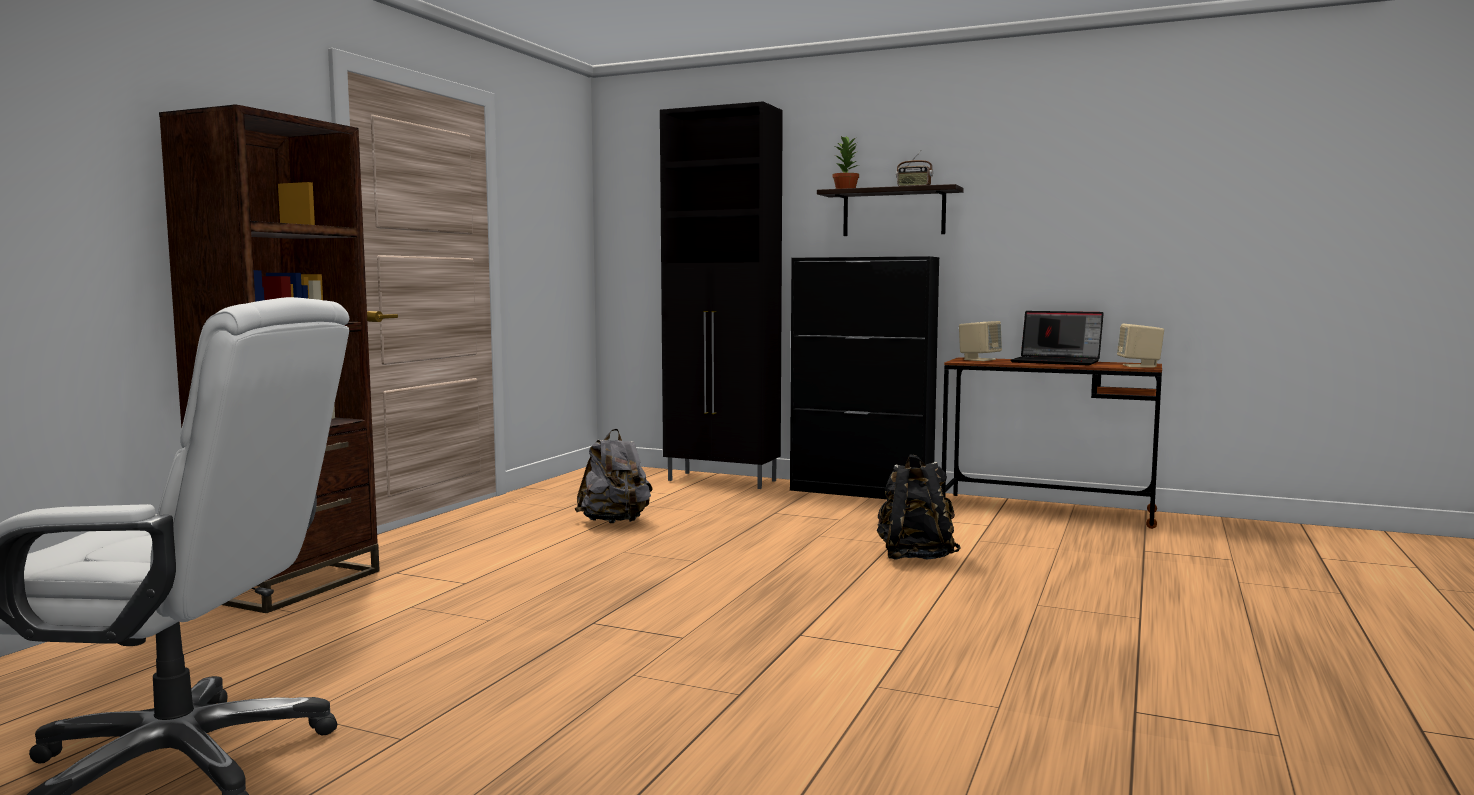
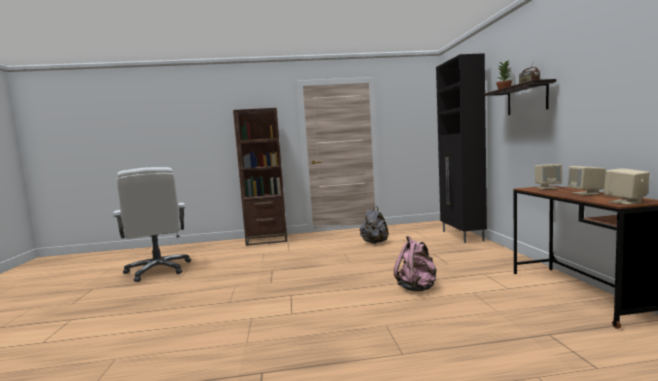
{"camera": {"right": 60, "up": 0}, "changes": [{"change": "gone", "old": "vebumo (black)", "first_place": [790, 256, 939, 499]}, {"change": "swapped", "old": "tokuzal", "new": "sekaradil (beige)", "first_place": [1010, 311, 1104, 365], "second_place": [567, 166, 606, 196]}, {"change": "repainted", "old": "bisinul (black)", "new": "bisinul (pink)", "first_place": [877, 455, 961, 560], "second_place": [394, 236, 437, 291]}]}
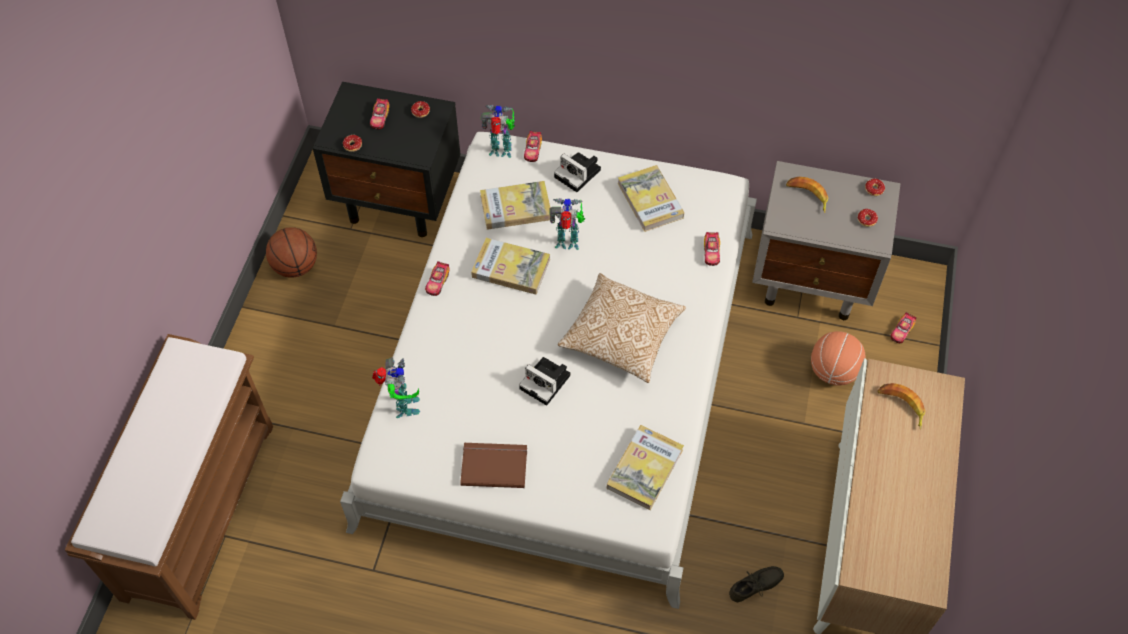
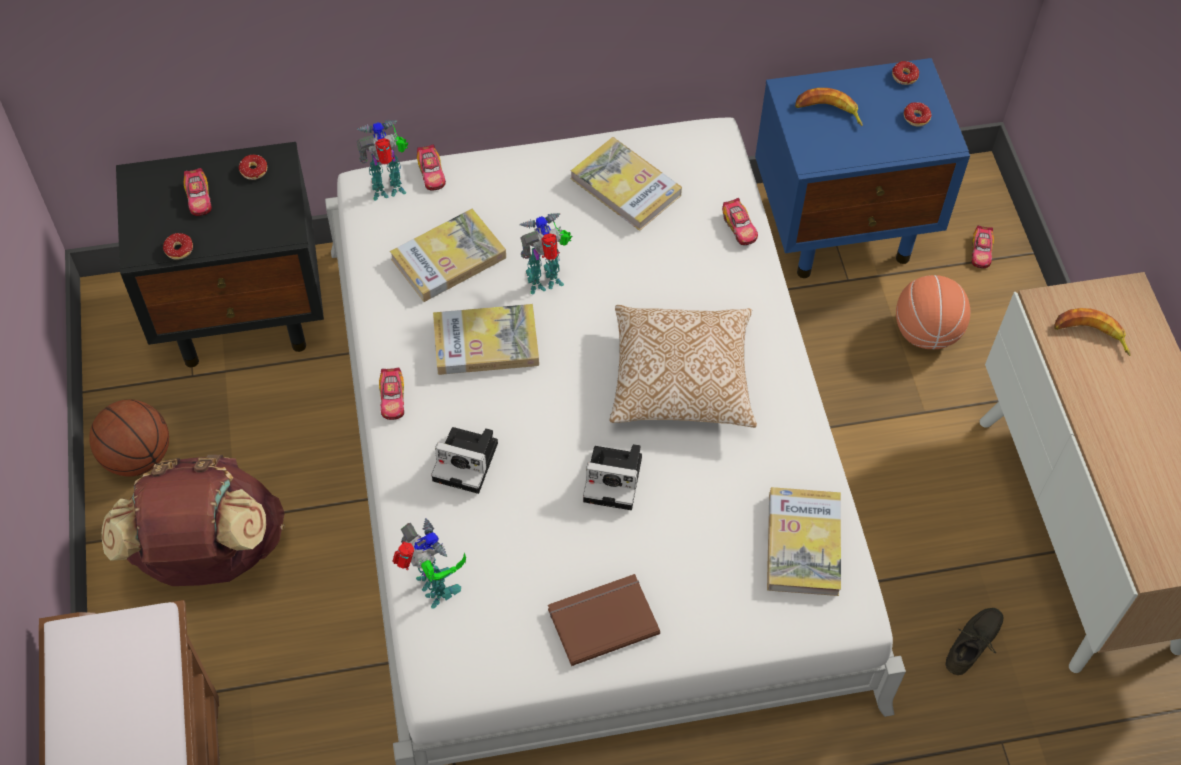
{"camera": {"right": -25, "up": 0}, "changes": [{"change": "new", "new": "bisinul (brown)", "second_place": [102, 455, 285, 586]}, {"change": "shifted", "old": "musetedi", "first_place": [554, 152, 601, 192], "second_place": [431, 427, 498, 494]}, {"change": "repainted", "old": "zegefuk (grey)", "new": "zegefuk (blue)", "first_place": [752, 161, 901, 320], "second_place": [755, 58, 970, 278]}]}
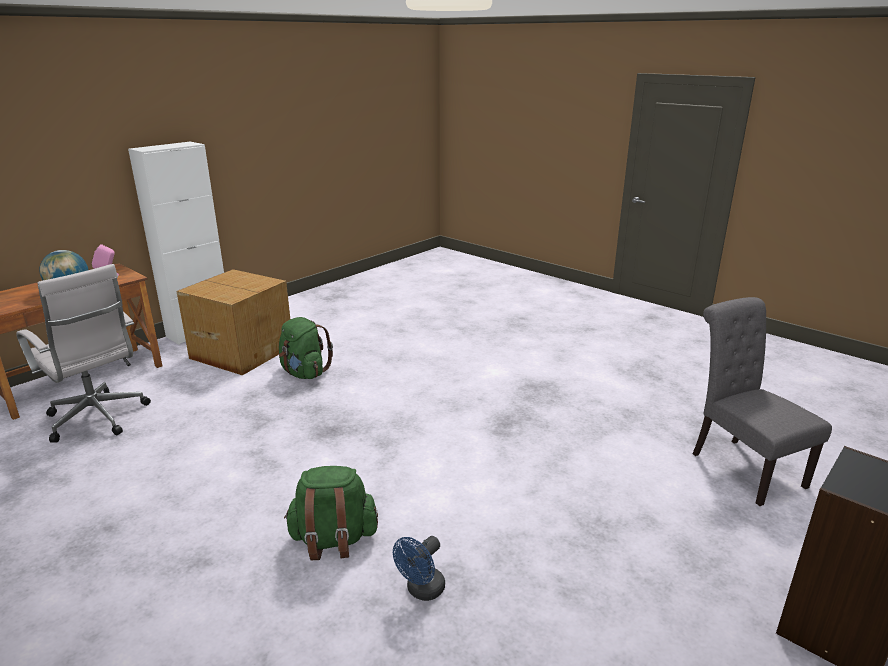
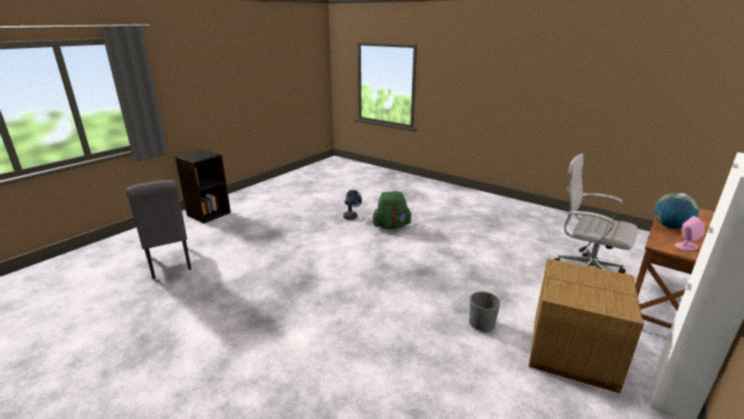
{"camera": {"right": 175, "up": 0}, "changes": [{"change": "swapped", "old": "bisinul (green)", "new": "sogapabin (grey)", "first_place": [279, 317, 333, 379], "second_place": [469, 291, 500, 333]}]}
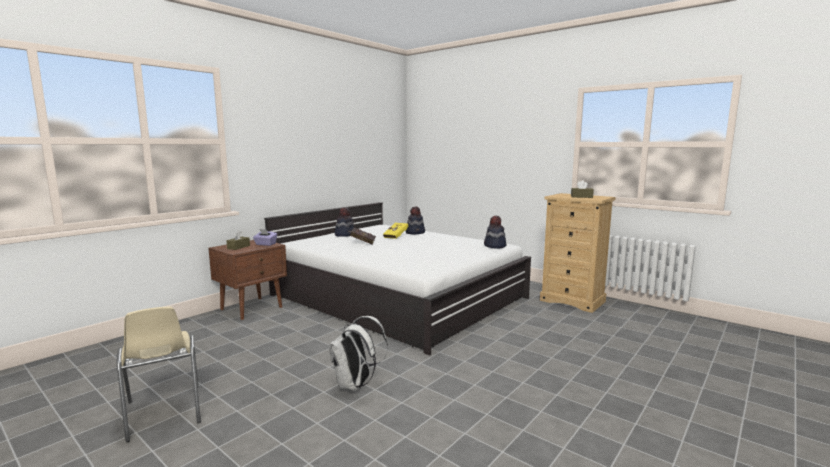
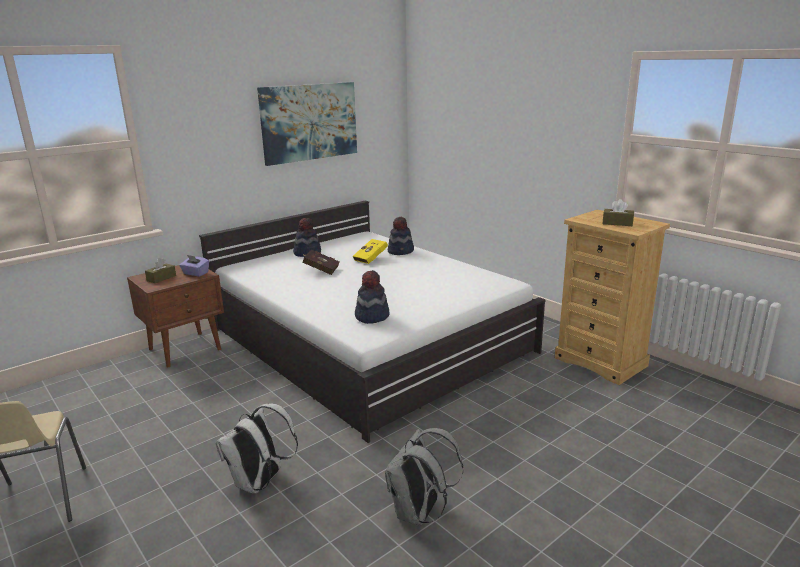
{"camera": {"right": 10, "up": 10}, "changes": [{"change": "new", "new": "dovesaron", "second_place": [257, 82, 357, 166]}, {"change": "new", "new": "bisinul (grey)", "second_place": [385, 428, 463, 526]}, {"change": "shifted", "old": "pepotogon", "first_place": [484, 216, 507, 249], "second_place": [355, 270, 390, 324]}]}
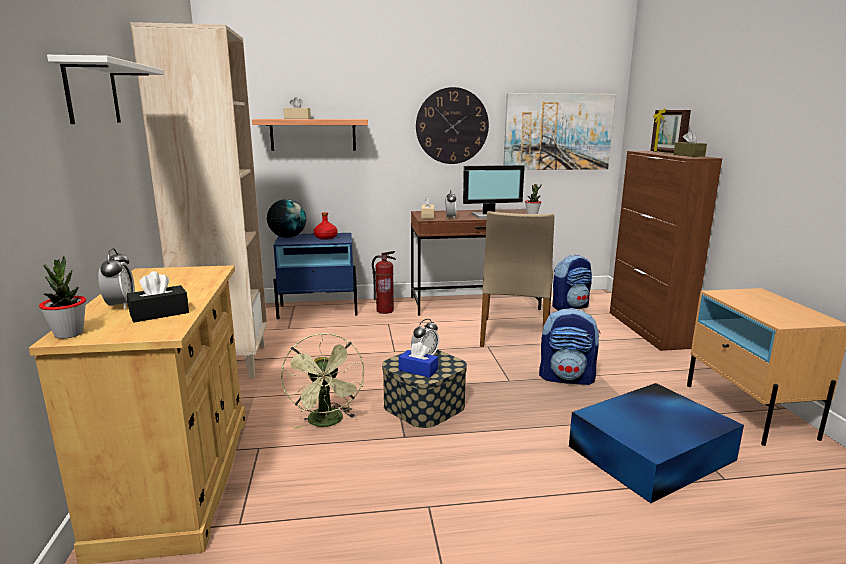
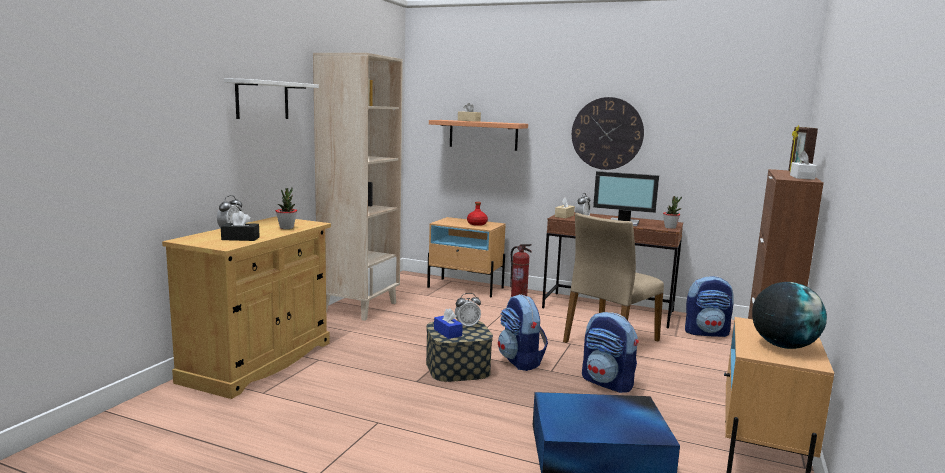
{"camera": {"right": 30, "up": -5}, "changes": [{"change": "gone", "old": "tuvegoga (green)", "first_place": [281, 333, 364, 429]}, {"change": "gone", "old": "dovesaron", "first_place": [504, 93, 616, 170]}, {"change": "new", "new": "bisinul", "second_place": [498, 294, 548, 371]}, {"change": "shifted", "old": "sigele", "first_place": [39, 256, 86, 339], "second_place": [276, 188, 297, 229]}, {"change": "shifted", "old": "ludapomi", "first_place": [267, 199, 306, 238], "second_place": [752, 282, 827, 349]}, {"change": "repainted", "old": "zegefuk (blue)", "new": "zegefuk (beige)", "first_place": [273, 233, 358, 319], "second_place": [427, 217, 506, 297]}, {"change": "repainted", "old": "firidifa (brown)", "new": "firidifa (white)", "first_place": [674, 131, 707, 157], "second_place": [790, 151, 817, 180]}]}
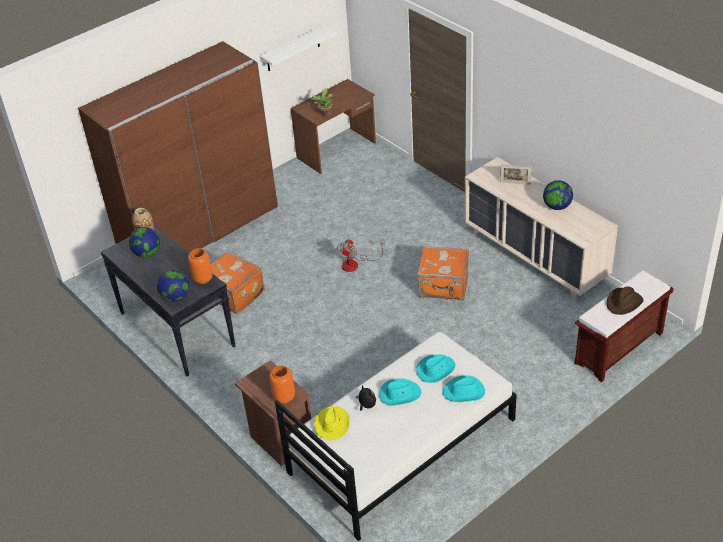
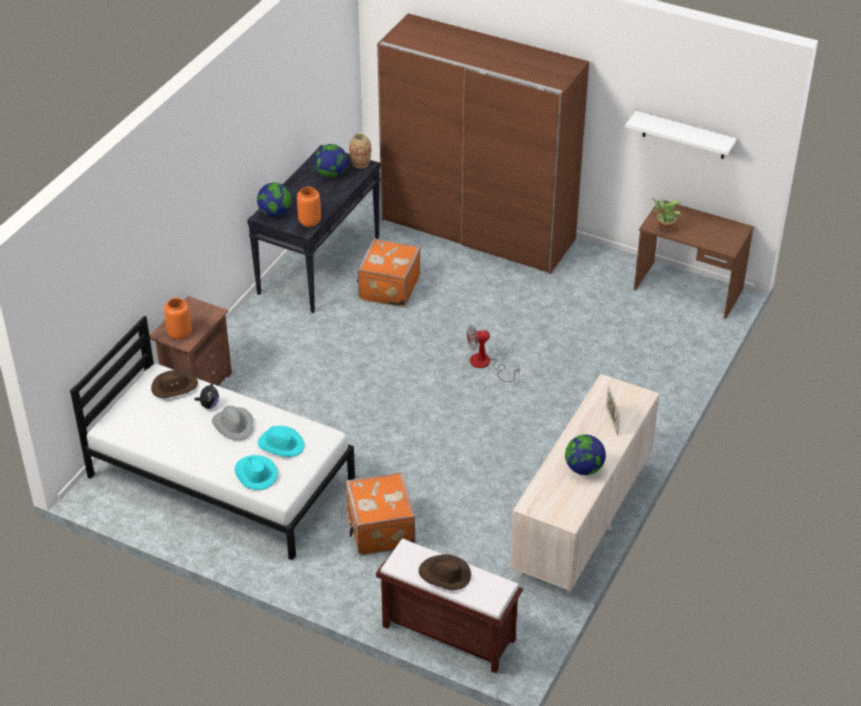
{"camera": {"right": 65, "up": 0}, "changes": [{"change": "shifted", "old": "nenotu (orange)", "first_place": [417, 246, 469, 300], "second_place": [345, 472, 416, 555]}, {"change": "repainted", "old": "pepotogon (yellow)", "new": "pepotogon (brown)", "first_place": [314, 406, 350, 441], "second_place": [151, 370, 198, 398]}, {"change": "repainted", "old": "pepotogon (turquoise)", "new": "pepotogon (grey)", "first_place": [379, 378, 421, 406], "second_place": [212, 406, 254, 440]}]}
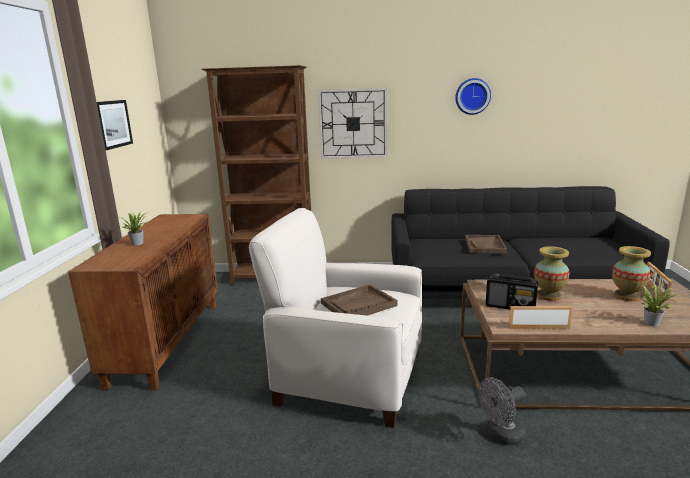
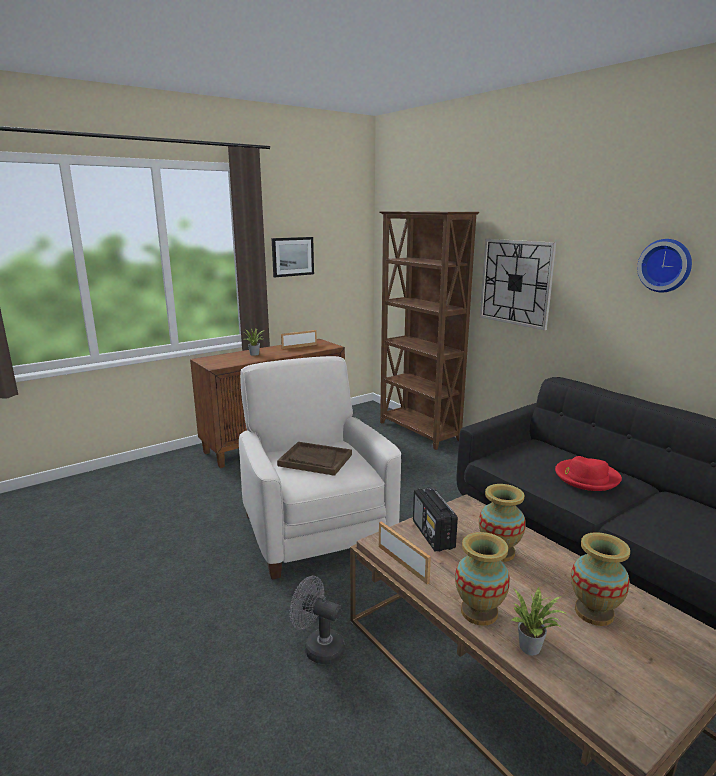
{"camera": {"right": 50, "up": 0}, "changes": [{"change": "new", "new": "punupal", "second_place": [455, 532, 510, 626]}, {"change": "shifted", "old": "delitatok", "first_place": [647, 262, 673, 301], "second_place": [281, 330, 317, 349]}, {"change": "swapped", "old": "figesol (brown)", "new": "pepotogon (red)", "first_place": [465, 235, 507, 253], "second_place": [555, 456, 622, 491]}]}
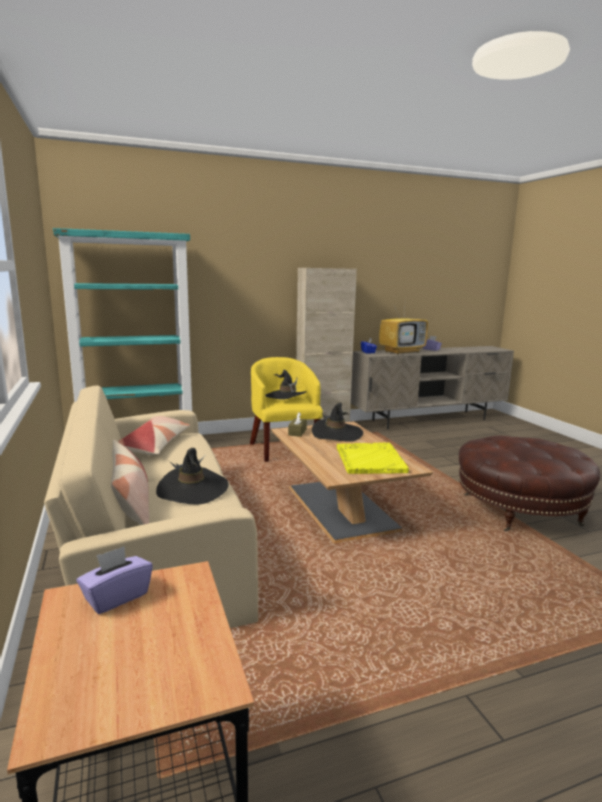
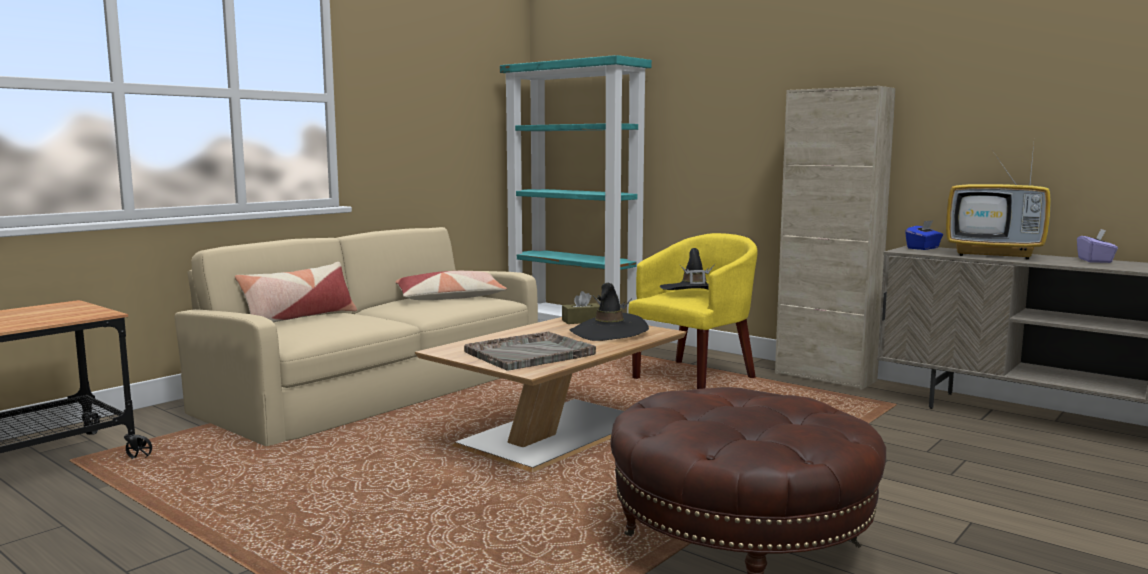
{"camera": {"right": 60, "up": -5}, "changes": [{"change": "gone", "old": "firidifa (purple)", "first_place": [76, 546, 153, 614]}, {"change": "gone", "old": "pepotogon (black)", "first_place": [156, 448, 229, 504]}, {"change": "repainted", "old": "figesol (yellow)", "new": "figesol (grey)", "first_place": [337, 442, 409, 474], "second_place": [464, 331, 596, 371]}]}
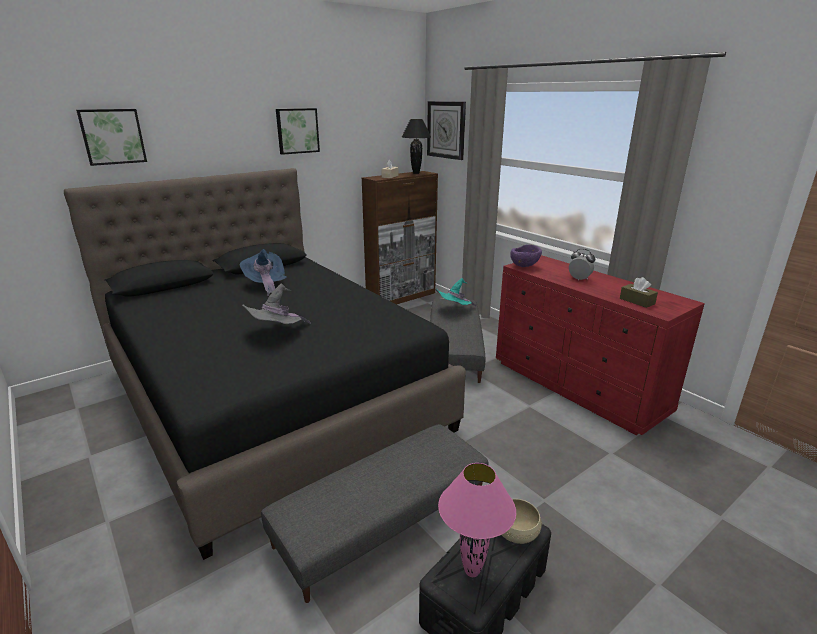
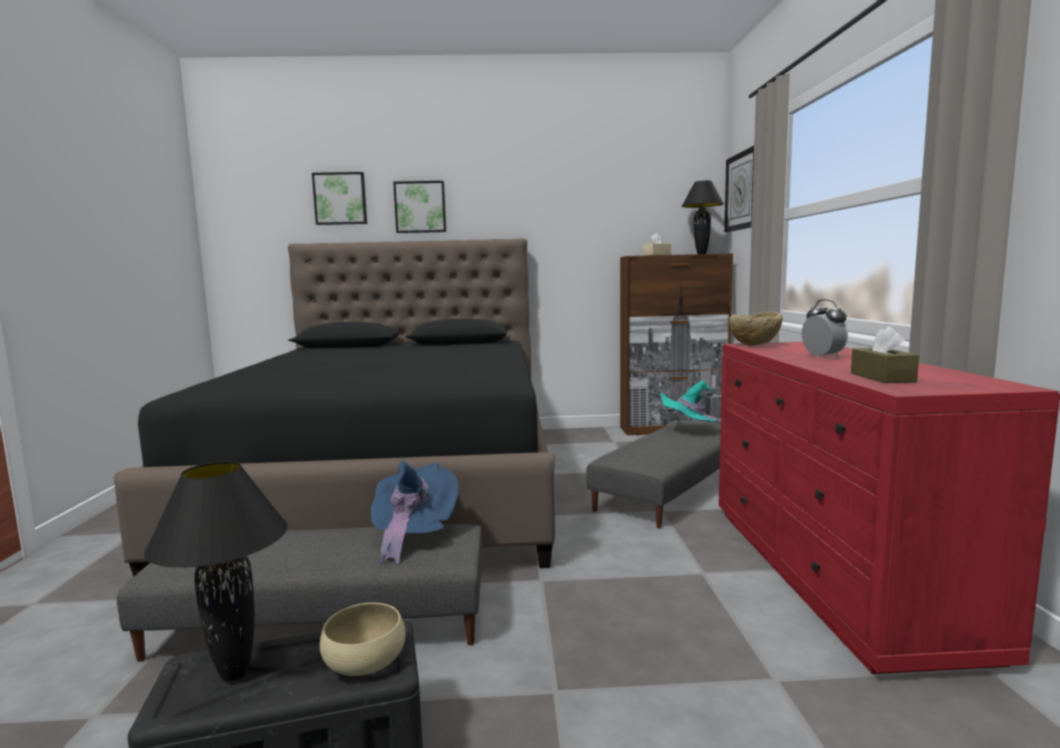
{"camera": {"right": 35, "up": -15}, "changes": [{"change": "gone", "old": "pepotogon (grey)", "first_place": [242, 283, 311, 324]}, {"change": "shifted", "old": "pepotogon (blue)", "first_place": [240, 249, 287, 296], "second_place": [371, 461, 459, 564]}, {"change": "shifted", "old": "dovesaron", "first_place": [276, 108, 320, 155], "second_place": [393, 181, 446, 233]}, {"change": "repainted", "old": "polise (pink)", "new": "polise (black)", "first_place": [438, 463, 516, 577], "second_place": [144, 462, 288, 681]}, {"change": "repainted", "old": "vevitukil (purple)", "new": "vevitukil (beige)", "first_place": [510, 244, 542, 267], "second_place": [729, 311, 783, 346]}]}
